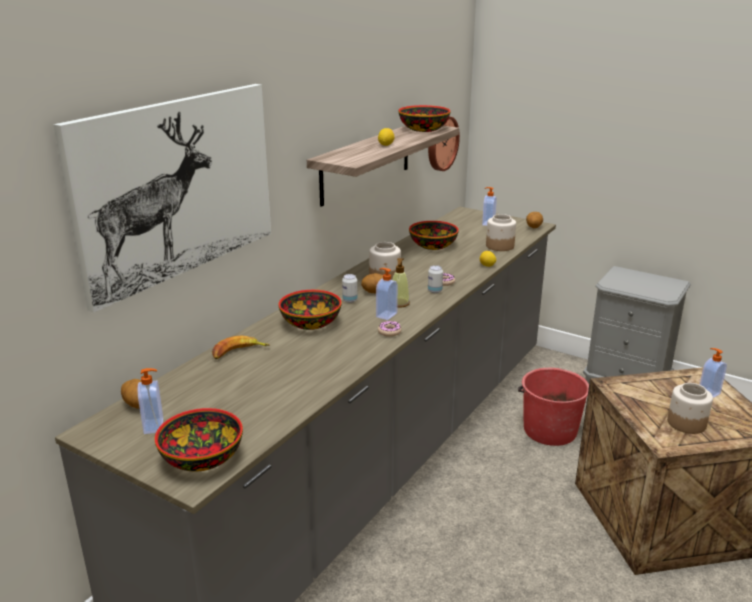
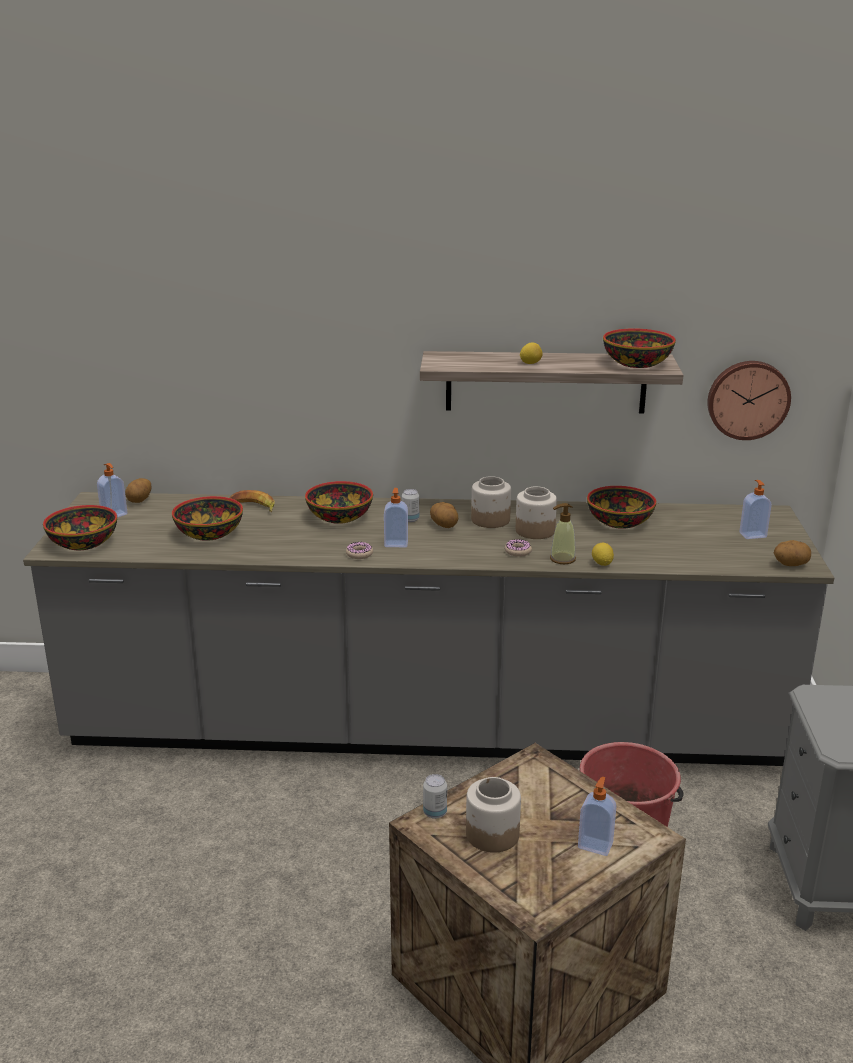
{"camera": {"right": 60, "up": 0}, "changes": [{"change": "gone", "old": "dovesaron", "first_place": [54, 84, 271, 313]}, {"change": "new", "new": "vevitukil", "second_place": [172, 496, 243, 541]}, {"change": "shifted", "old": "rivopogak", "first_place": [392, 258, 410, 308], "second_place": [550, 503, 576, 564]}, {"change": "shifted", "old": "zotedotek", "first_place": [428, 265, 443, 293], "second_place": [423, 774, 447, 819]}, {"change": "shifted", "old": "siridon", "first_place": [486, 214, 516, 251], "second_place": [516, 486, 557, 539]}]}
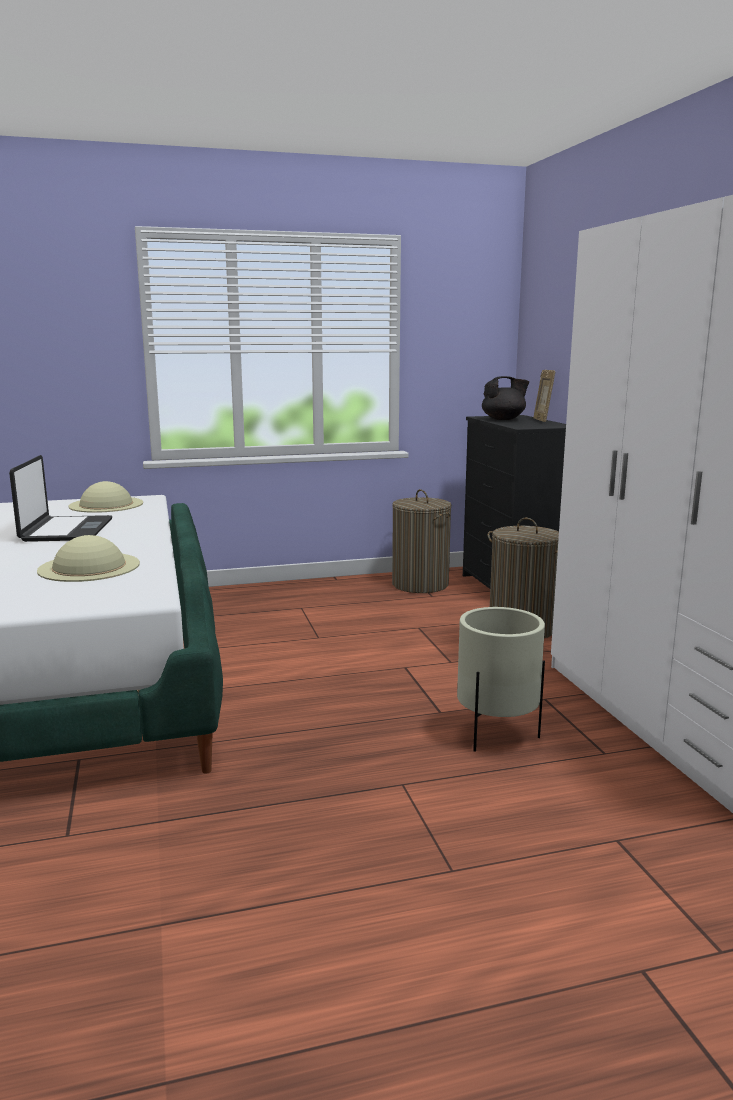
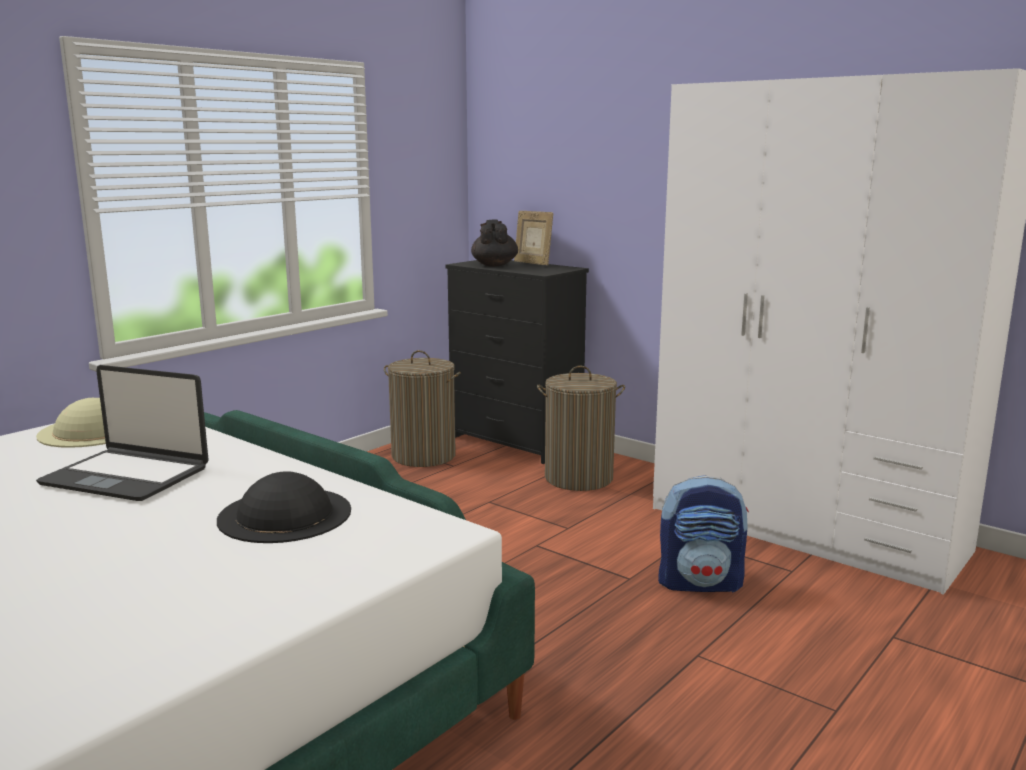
{"camera": {"right": -35, "up": 0}, "changes": [{"change": "swapped", "old": "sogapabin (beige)", "new": "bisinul", "first_place": [457, 607, 545, 752], "second_place": [658, 475, 749, 592]}, {"change": "repainted", "old": "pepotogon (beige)", "new": "pepotogon (black)", "first_place": [37, 535, 140, 582], "second_place": [217, 471, 351, 543]}, {"change": "rotated", "old": "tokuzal", "first_place": [9, 455, 112, 542], "second_place": [36, 365, 209, 501], "degrees": 150}, {"change": "rotated", "old": "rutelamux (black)", "first_place": [482, 376, 529, 420], "second_place": [471, 219, 518, 267], "degrees": -45}]}
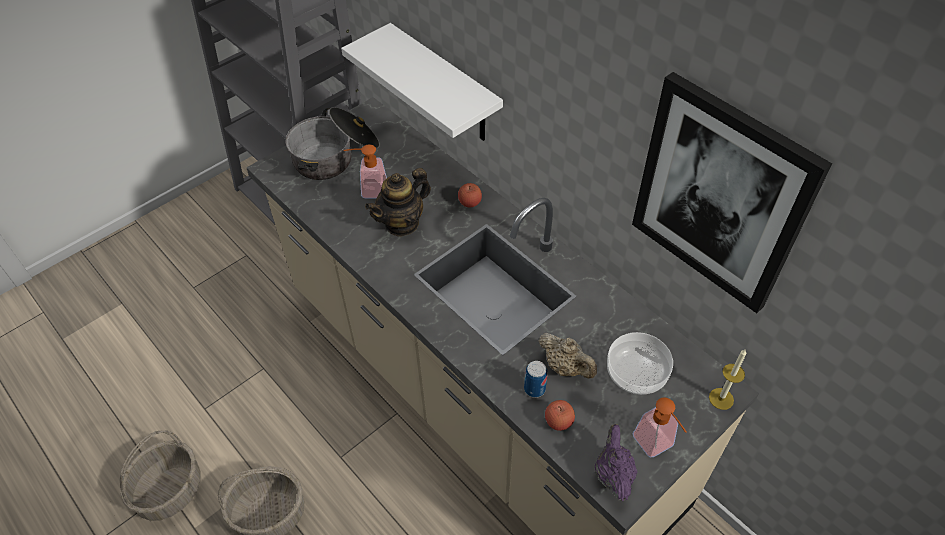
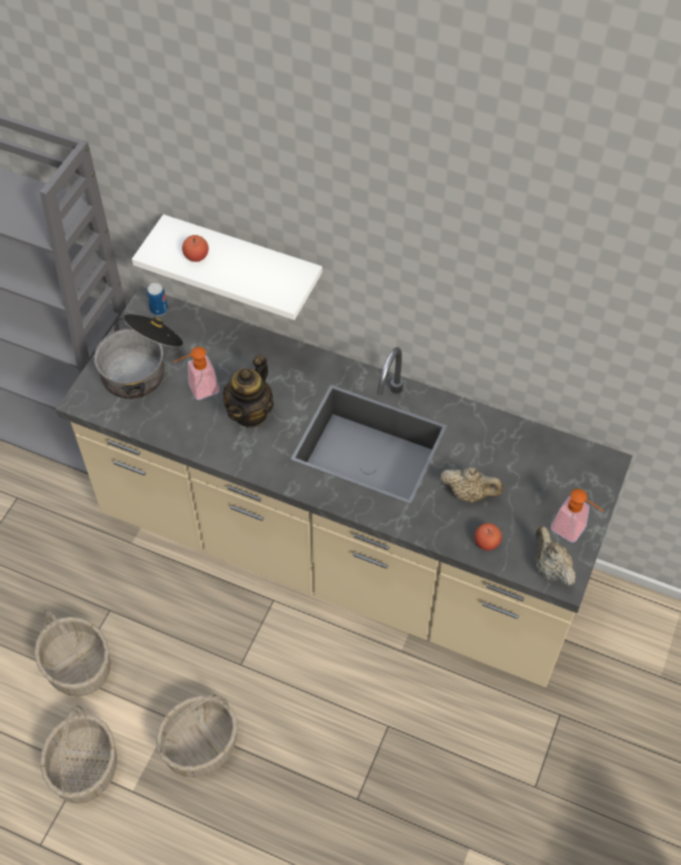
{"camera": {"right": -25, "up": 5}, "changes": [{"change": "gone", "old": "vevitukil", "first_place": [607, 332, 673, 395]}, {"change": "gone", "old": "dovesaron", "first_place": [632, 72, 832, 313]}, {"change": "gone", "old": "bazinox", "first_place": [709, 350, 746, 410]}, {"change": "new", "new": "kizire", "second_place": [34, 609, 111, 697]}, {"change": "shifted", "old": "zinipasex", "first_place": [458, 183, 482, 208], "second_place": [182, 235, 209, 262]}, {"change": "shifted", "old": "zotedotek", "first_place": [524, 361, 548, 398], "second_place": [147, 283, 168, 316]}, {"change": "repainted", "old": "rutelamux (purple)", "new": "rutelamux (beige)", "first_place": [595, 424, 638, 501], "second_place": [536, 526, 576, 586]}]}
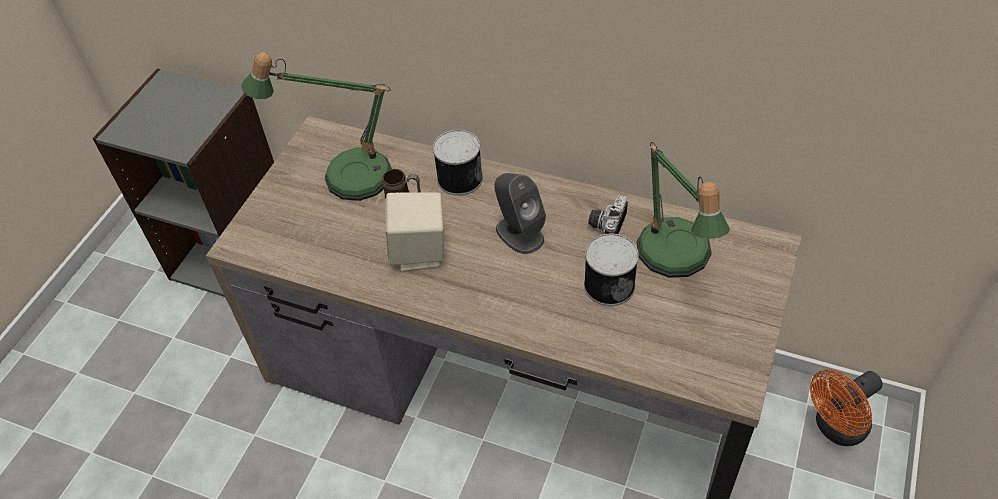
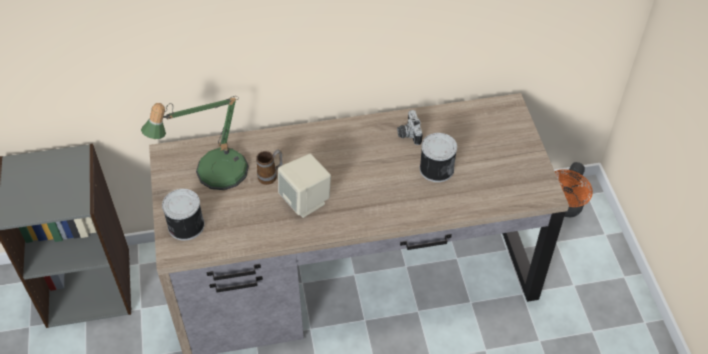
{"camera": {"right": -35, "up": 0}, "changes": [{"change": "gone", "old": "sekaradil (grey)", "first_place": [494, 173, 546, 254]}, {"change": "gone", "old": "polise", "first_place": [637, 142, 730, 278]}, {"change": "shifted", "old": "zotedotek", "first_place": [433, 130, 483, 196], "second_place": [162, 189, 205, 241]}]}
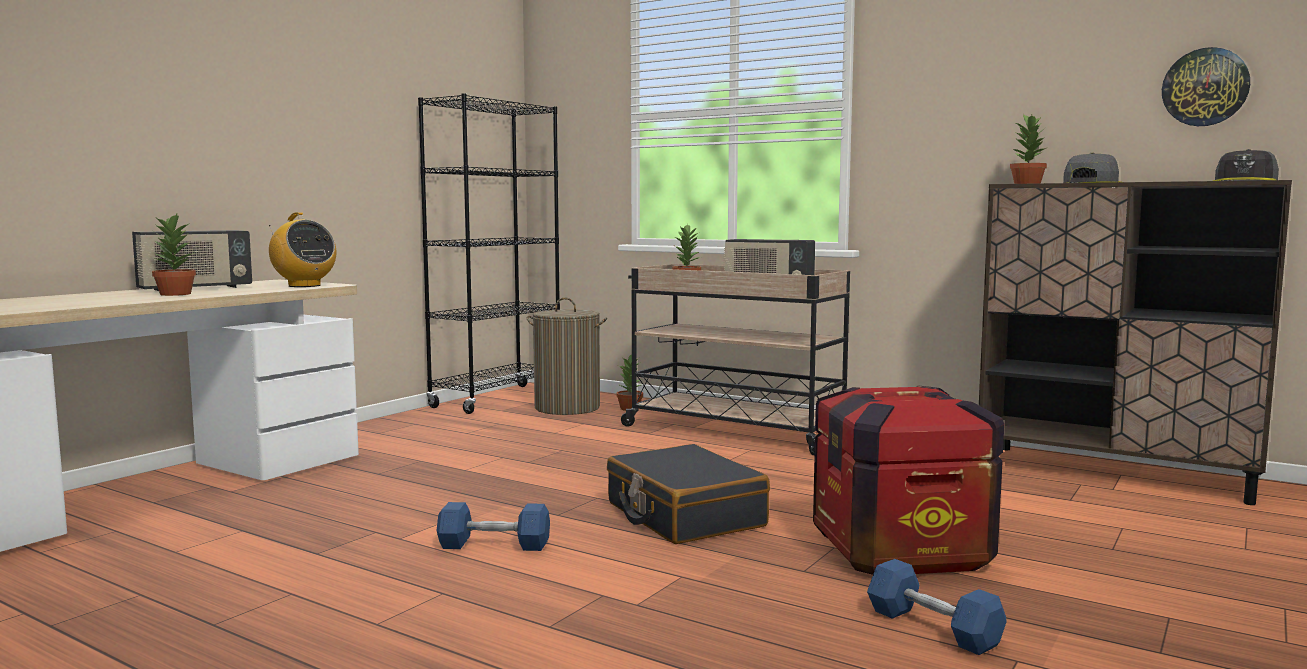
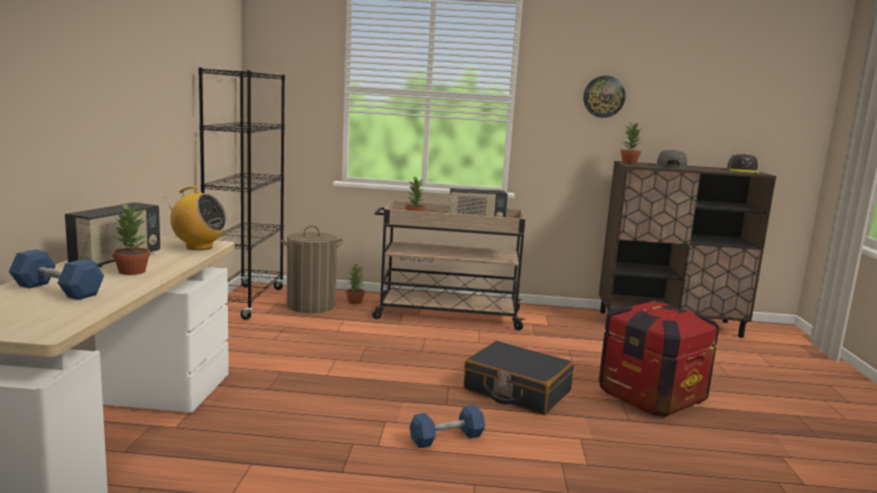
{"camera": {"right": -30, "up": 5}, "changes": [{"change": "shifted", "old": "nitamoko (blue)", "first_place": [867, 559, 1006, 655], "second_place": [9, 249, 104, 300]}, {"change": "shifted", "old": "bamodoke", "first_place": [1162, 47, 1250, 126], "second_place": [583, 76, 625, 118]}]}
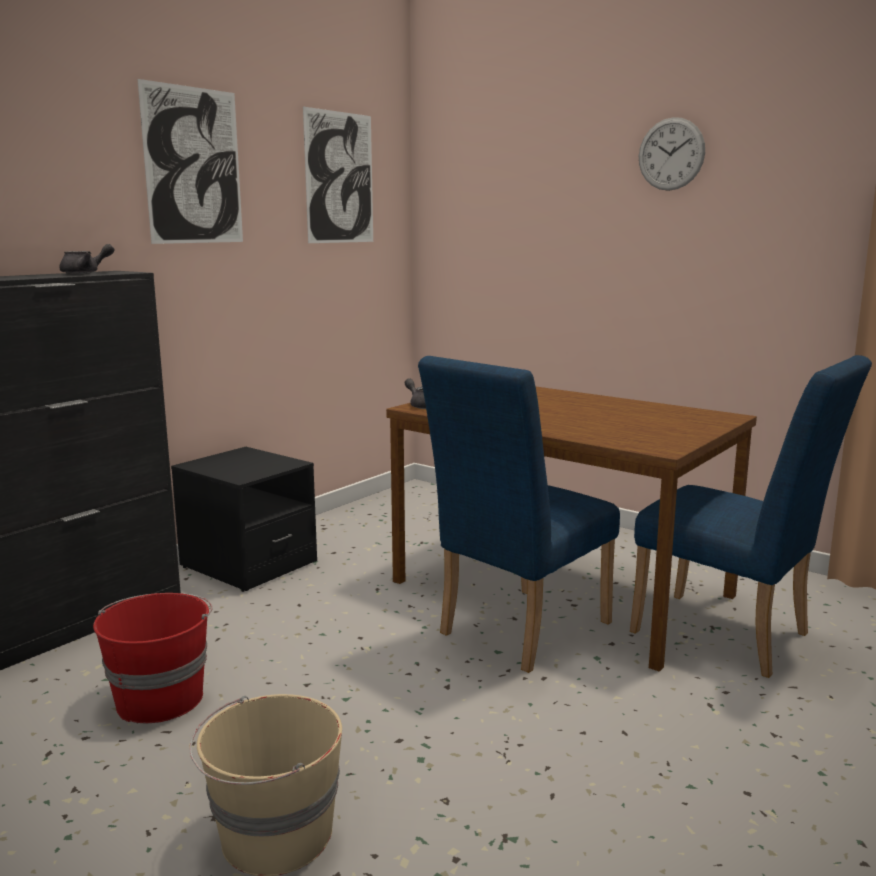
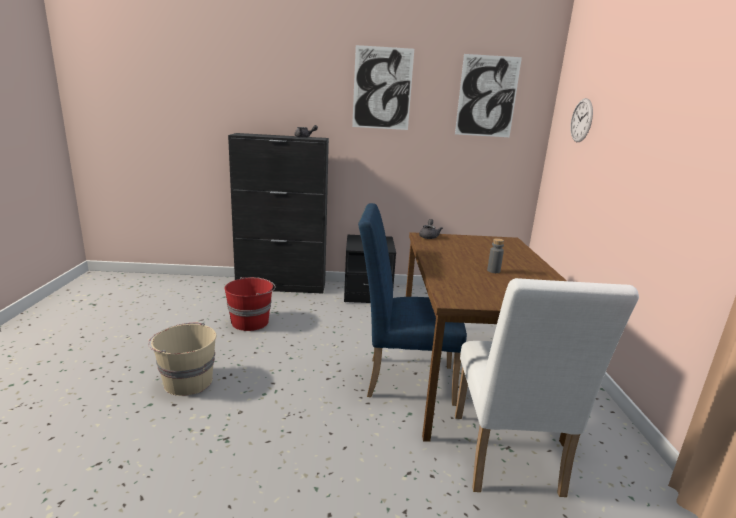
{"camera": {"right": 50, "up": 5}, "changes": [{"change": "new", "new": "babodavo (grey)", "second_place": [487, 238, 504, 273]}, {"change": "shifted", "old": "bamodoke", "first_place": [639, 117, 705, 191], "second_place": [570, 98, 593, 142]}, {"change": "repainted", "old": "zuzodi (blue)", "new": "zuzodi (white)", "first_place": [630, 355, 872, 678], "second_place": [455, 278, 639, 497]}]}
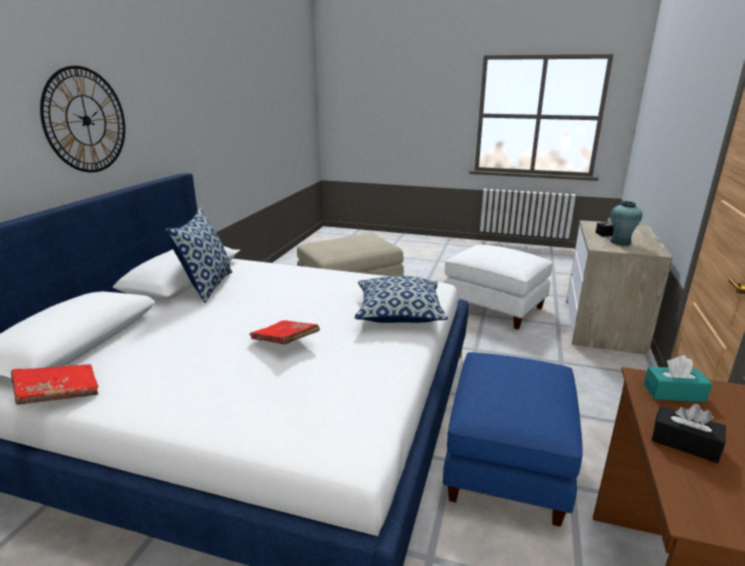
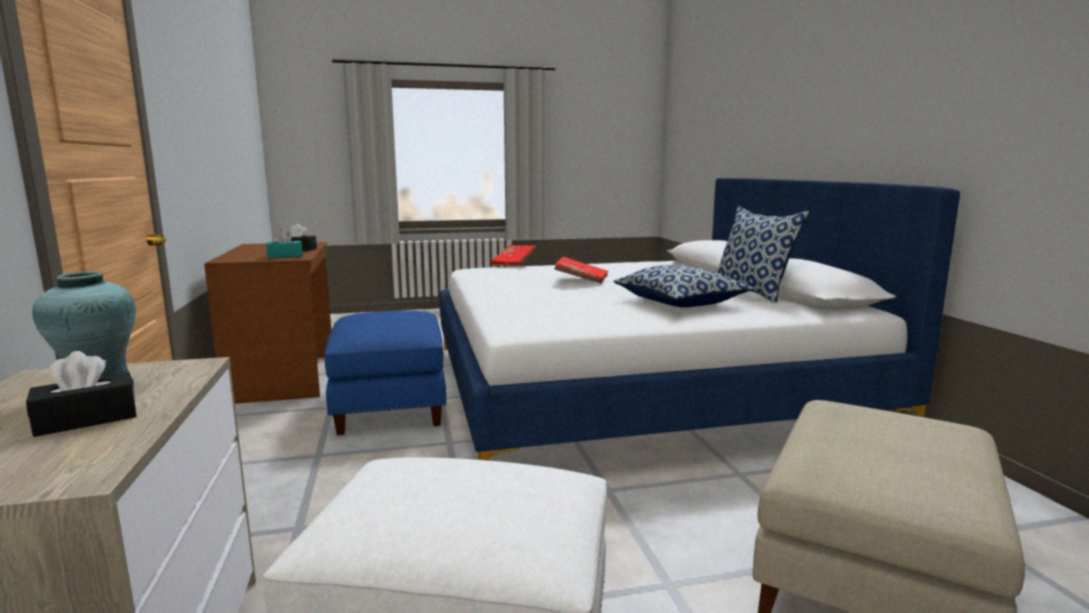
{"camera": {"right": 150, "up": -10}, "changes": [{"change": "gone", "old": "bamodoke", "first_place": [40, 66, 125, 172]}, {"change": "shifted", "old": "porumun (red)", "first_place": [11, 364, 99, 405], "second_place": [491, 245, 536, 266]}, {"change": "shifted", "old": "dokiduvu", "first_place": [354, 276, 448, 323], "second_place": [614, 265, 754, 308]}]}
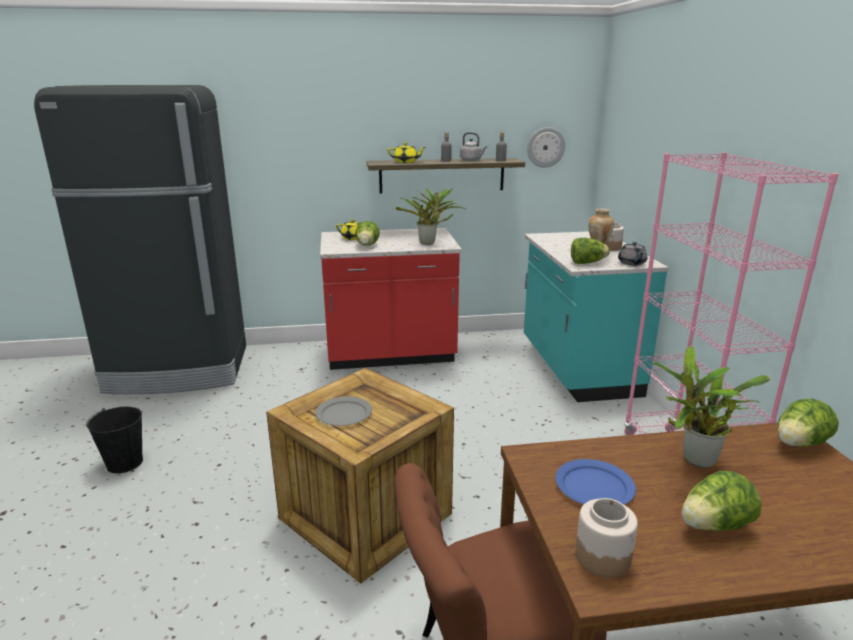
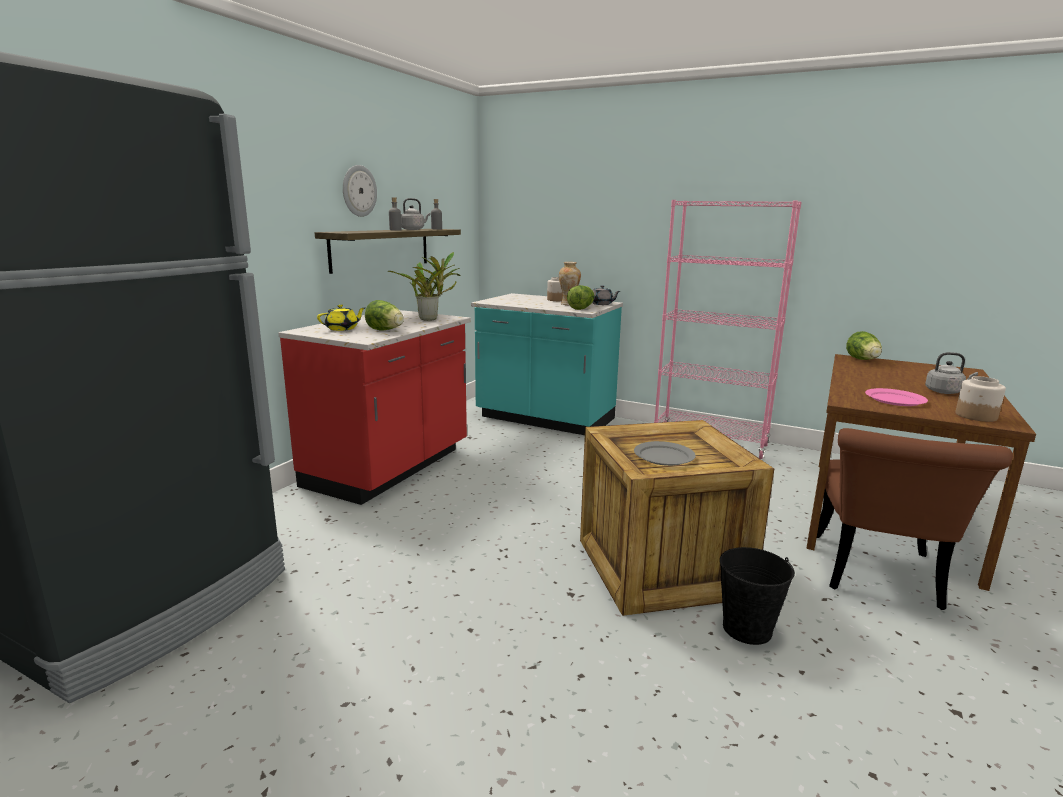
{"camera": {"right": -55, "up": -5}, "changes": [{"change": "gone", "old": "rutelamux (yellow)", "first_place": [388, 142, 425, 163]}, {"change": "gone", "old": "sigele", "first_place": [653, 346, 770, 468]}, {"change": "shifted", "old": "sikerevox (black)", "first_place": [86, 407, 143, 473], "second_place": [720, 547, 795, 645]}, {"change": "shifted", "old": "bamodoke", "first_place": [527, 127, 565, 168], "second_place": [343, 165, 377, 217]}, {"change": "swapped", "old": "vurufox", "new": "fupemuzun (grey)", "first_place": [682, 471, 762, 531], "second_place": [925, 352, 978, 394]}, {"change": "repainted", "old": "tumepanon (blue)", "new": "tumepanon (pink)", "first_place": [555, 459, 636, 505], "second_place": [865, 388, 928, 406]}]}
